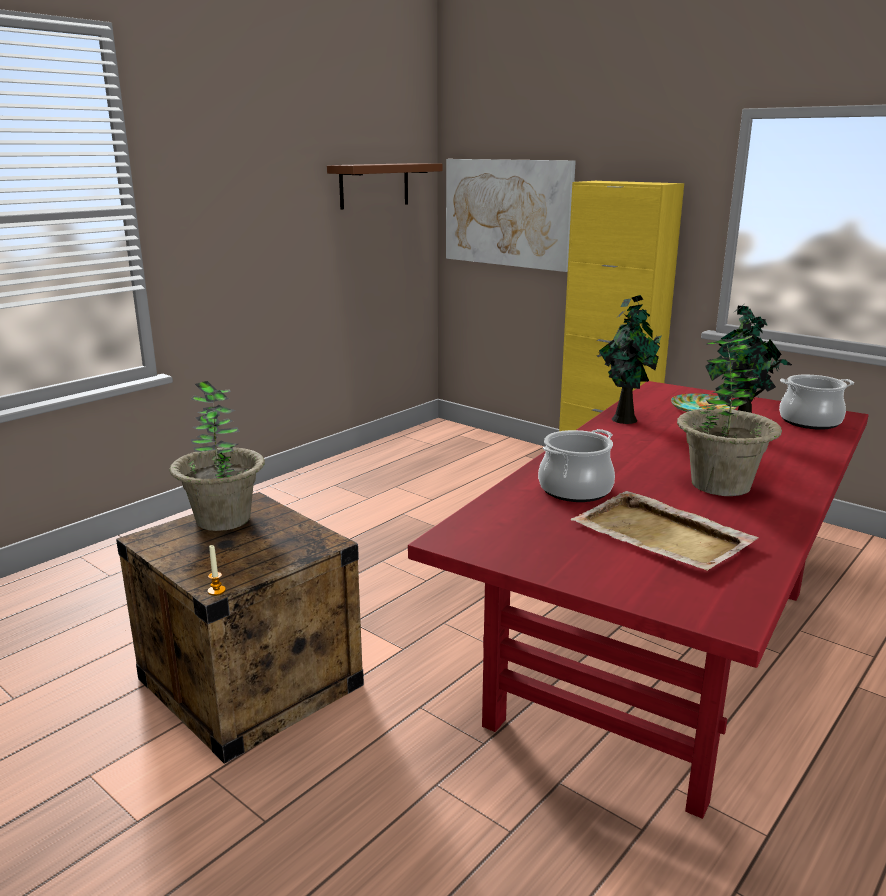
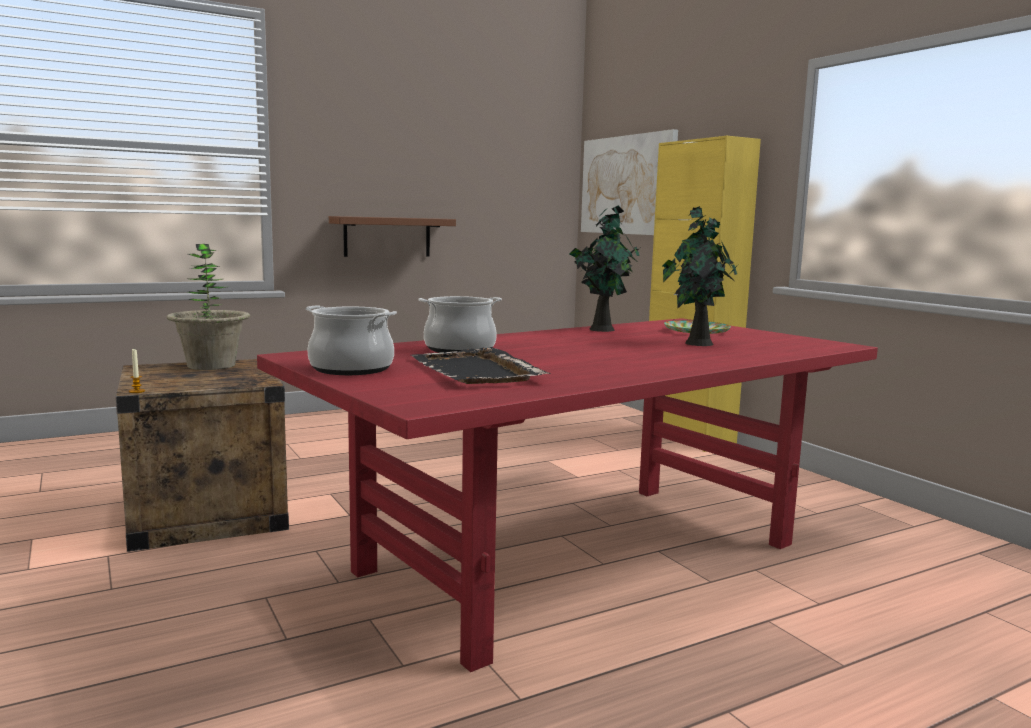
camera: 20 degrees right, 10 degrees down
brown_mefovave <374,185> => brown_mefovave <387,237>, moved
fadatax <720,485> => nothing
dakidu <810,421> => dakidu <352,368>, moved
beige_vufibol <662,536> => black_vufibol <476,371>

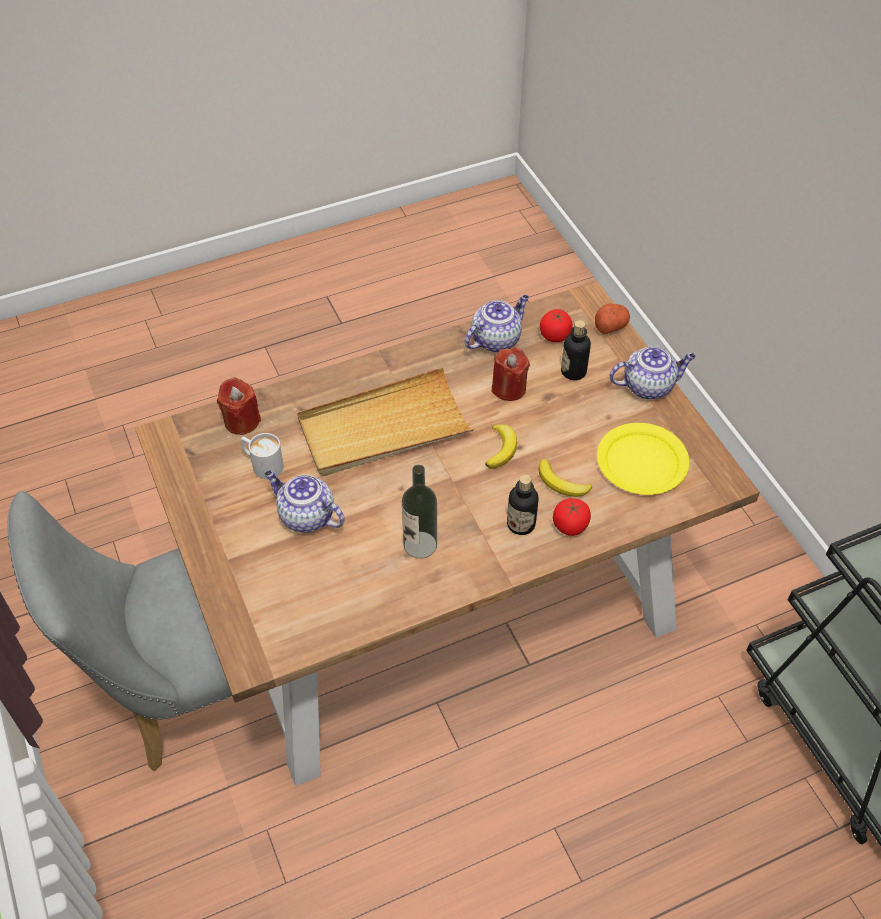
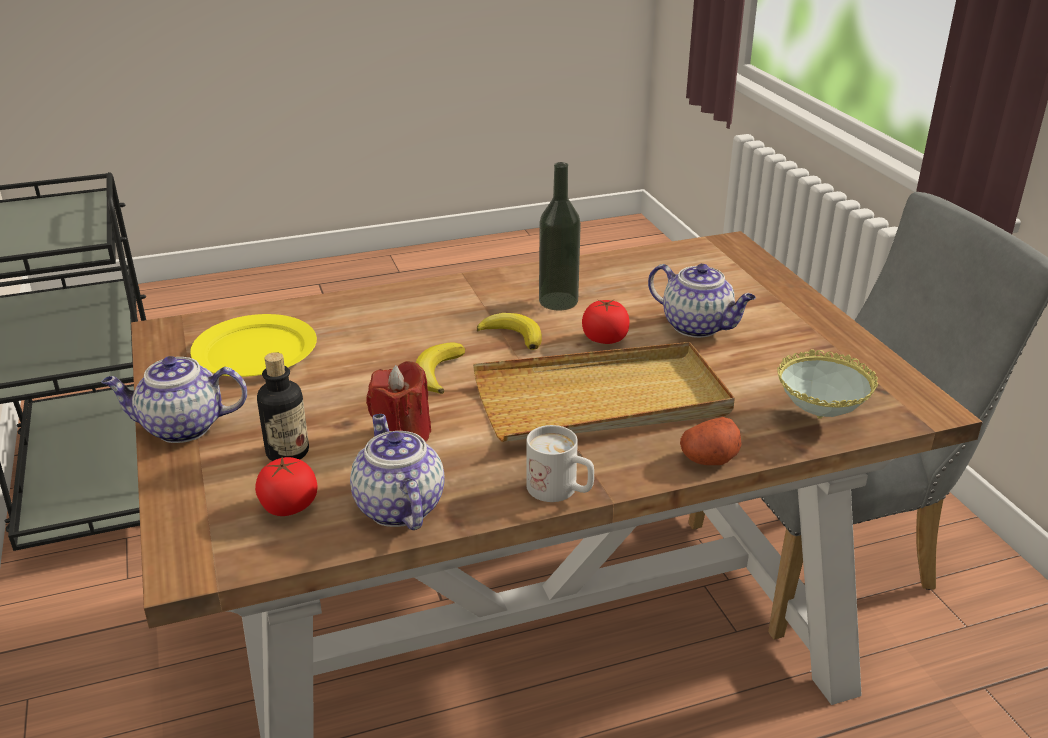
camera: 175 degrees left, 20 degrees down
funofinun <496,339> => funofinun <398,506>, 105 degrees clockwise
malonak <610,326> => malonak <709,459>, moved
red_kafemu <241,421> => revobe <819,418>
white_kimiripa <262,464> => white_kimiripa <561,491>, moved
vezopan <561,483> => vezopan <513,335>, moved
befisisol <521,524> => nothing
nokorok <570,526> => nokorok <604,339>, moved

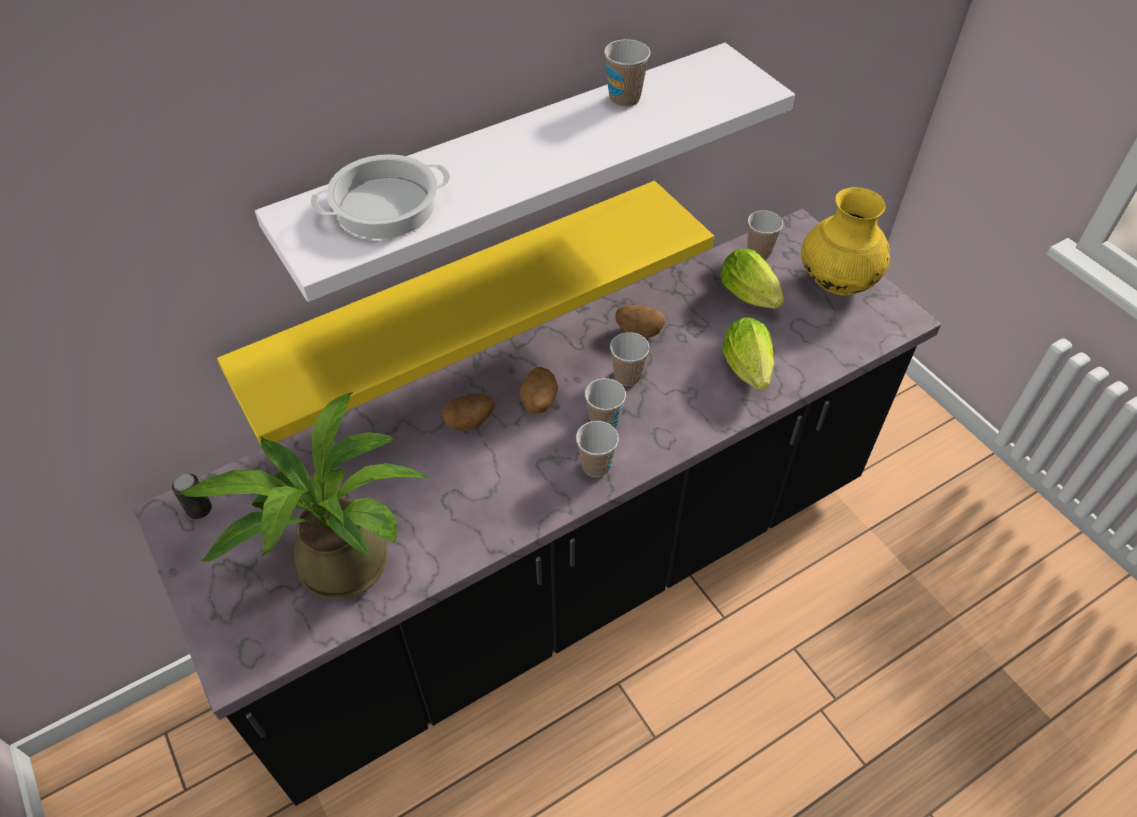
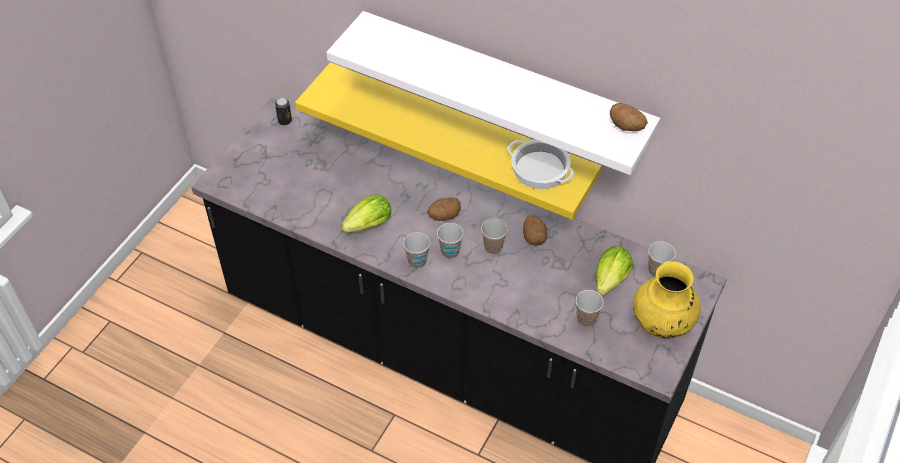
camera: 60 degrees right, 0 degrees up
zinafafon <624,99> => zinafafon <586,319>, moved
dakidu <386,205> => dakidu <540,169>, moved
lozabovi <748,372> => lozabovi <366,227>, moved
fadatax <333,560> => nothing
malonak <470,421> => malonak <627,126>, moved

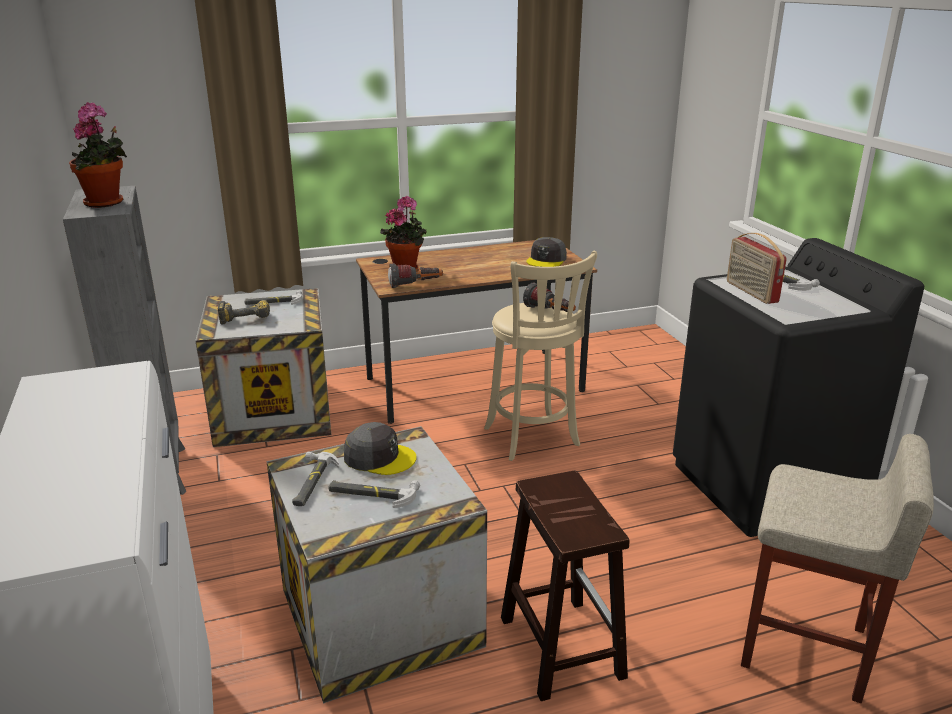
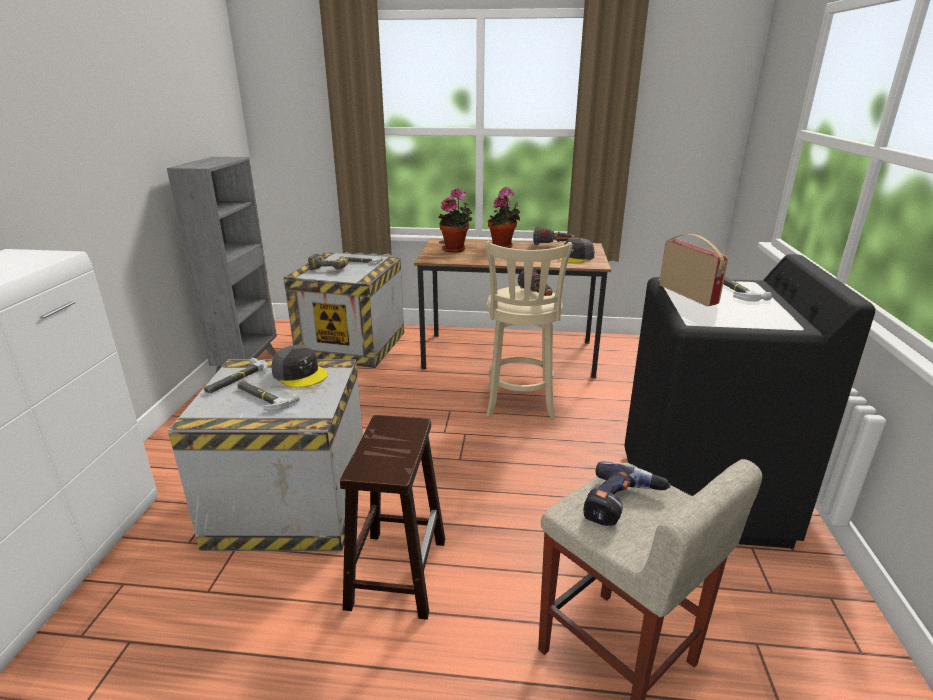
camera: 25 degrees right, 0 degrees up
fadatax <107,203> => fadatax <503,247>, moved
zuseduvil <750,292> => zuseduvil <688,294>, 150 degrees clockwise
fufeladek <416,286> => fufeladek <553,245>, moved
nothing => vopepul <622,505>

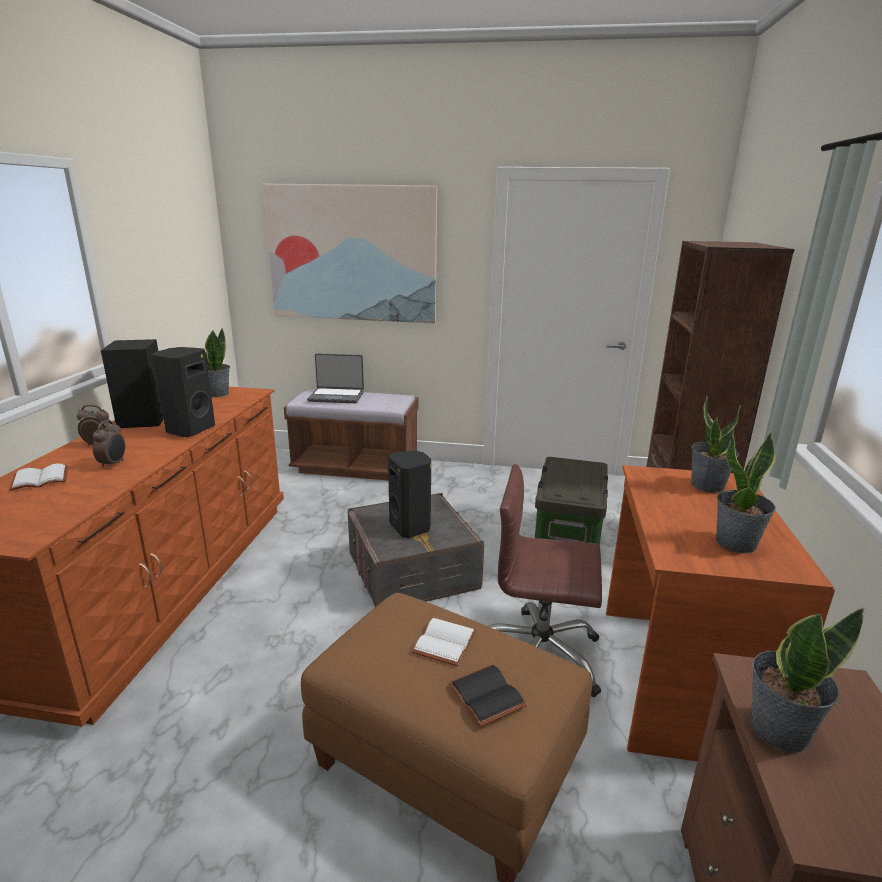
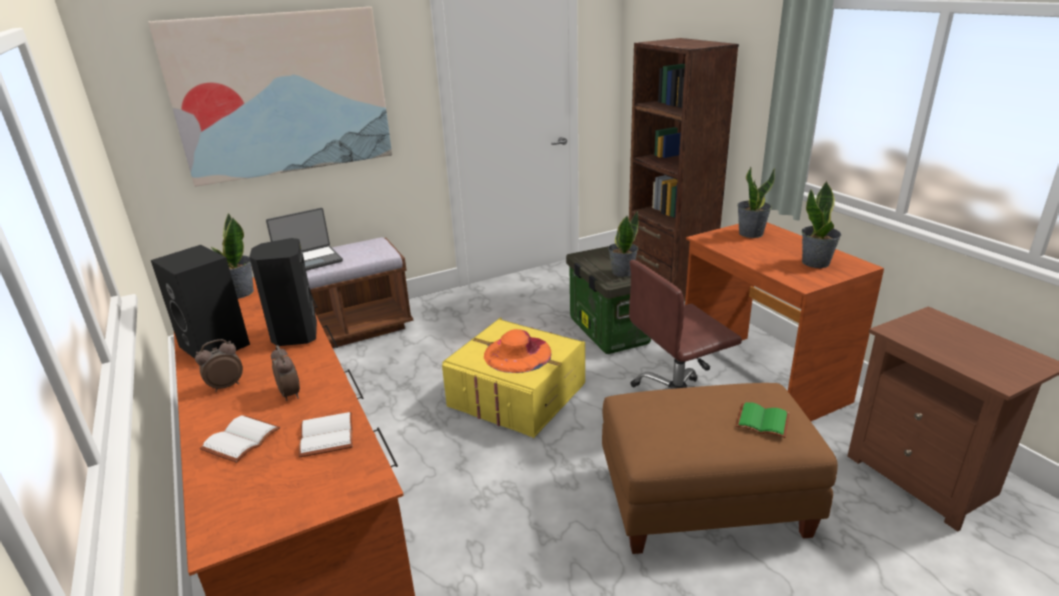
camera: 35 degrees left, 5 degrees up
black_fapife <411,527> => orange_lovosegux <517,353>
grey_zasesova <412,571> => yellow_zasesova <517,395>
fadatax <778,729> => fadatax <622,272>, moved
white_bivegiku <443,641> => white_bivegiku <325,435>, moved
black_bivegiku <489,696> => green_bivegiku <763,421>

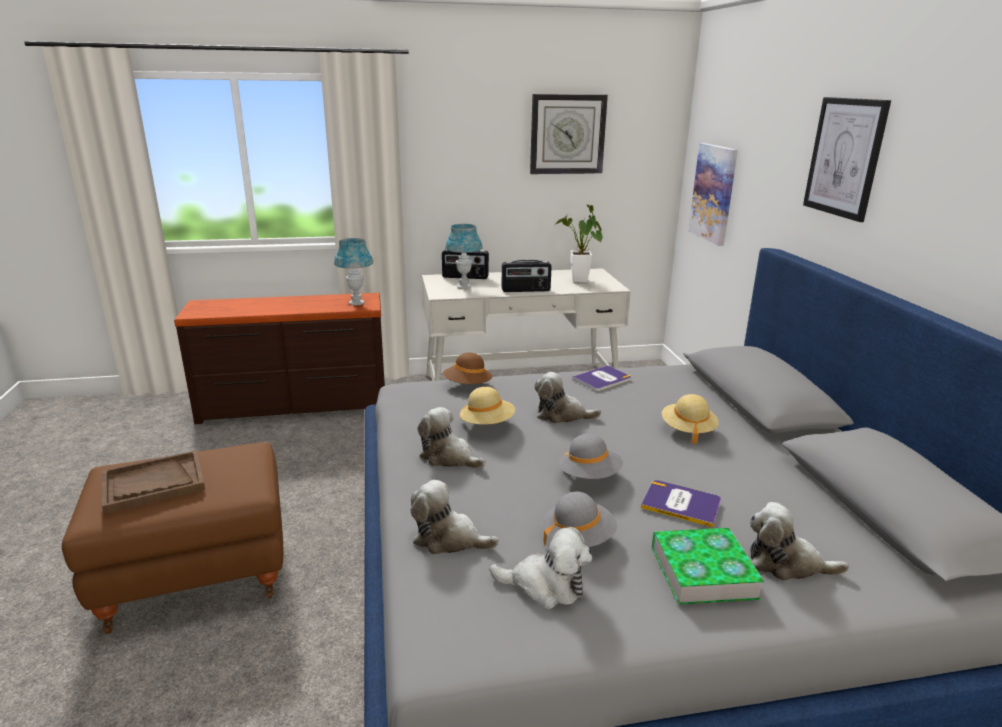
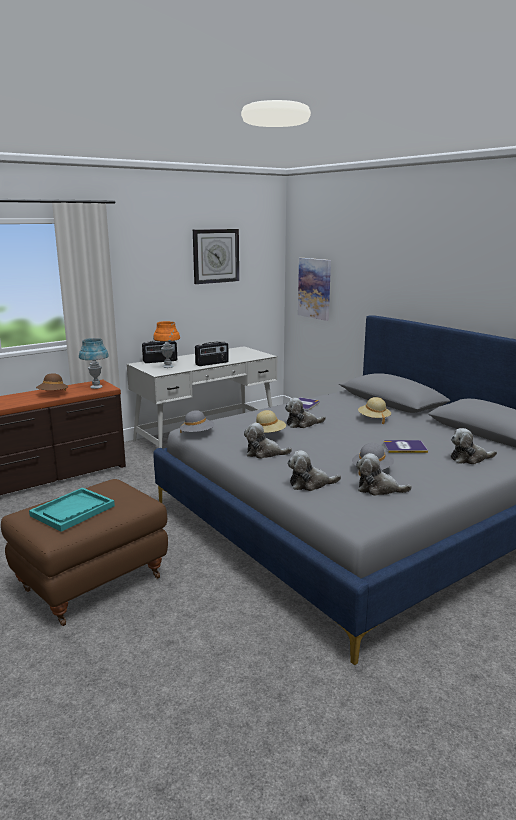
camera: 25 degrees left, 5 degrees down
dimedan <845,157> => nothing
fadatax <579,281> => nothing
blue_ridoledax <464,287> => orange_ridoledax <168,366>
brown_lovosegux <467,386> => brown_lovosegux <53,394>, moved
grey_lovosegux <589,476> => grey_lovosegux <197,434>, moved
brown_vufibol <153,484> => turquoise_vufibol <72,511>
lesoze <545,586> => lesoze <378,489>, 150 degrees counterclockwise
bivegiku <703,572> => nothing

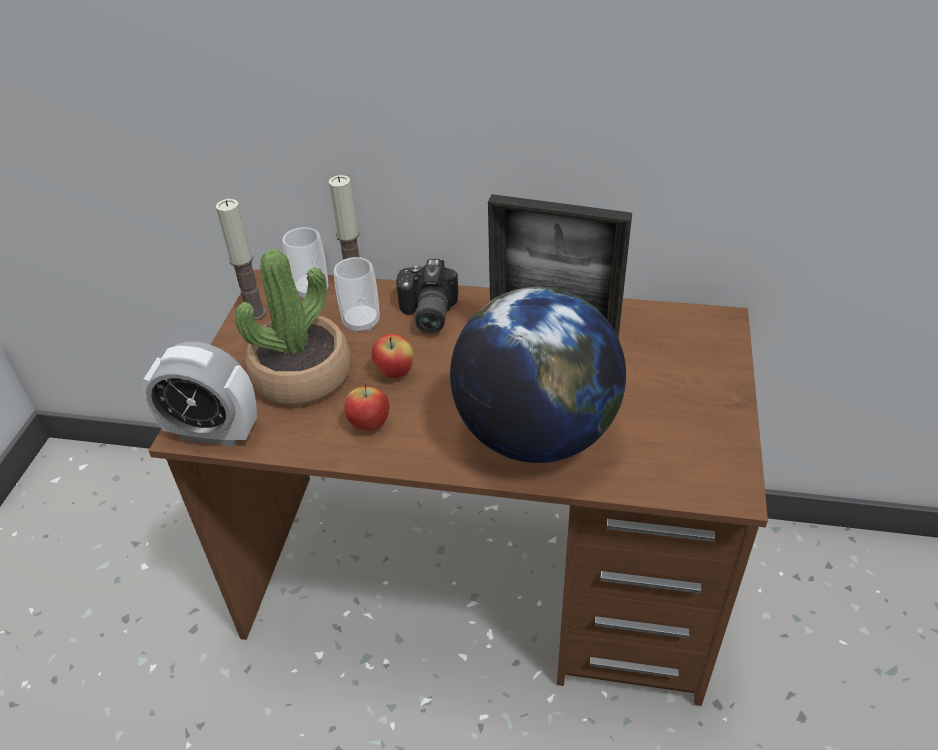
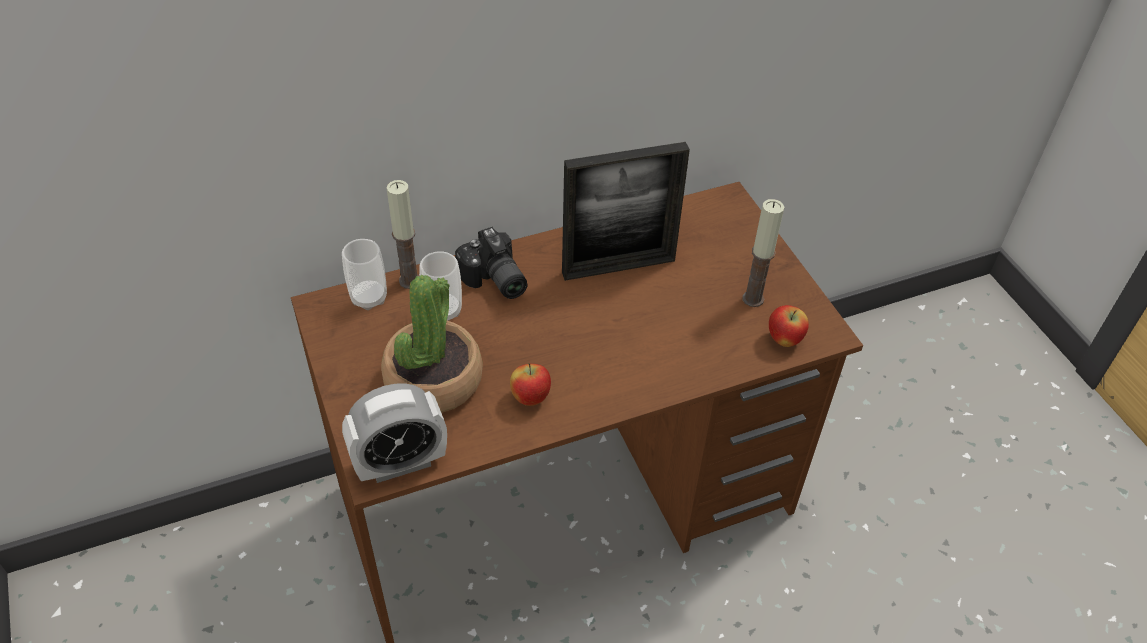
camera: 35 degrees left, 5 degrees up
kafemu <255,313> => kafemu <753,299>, moved
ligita <535,434> => nothing
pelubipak <395,373> => pelubipak <784,340>, moved

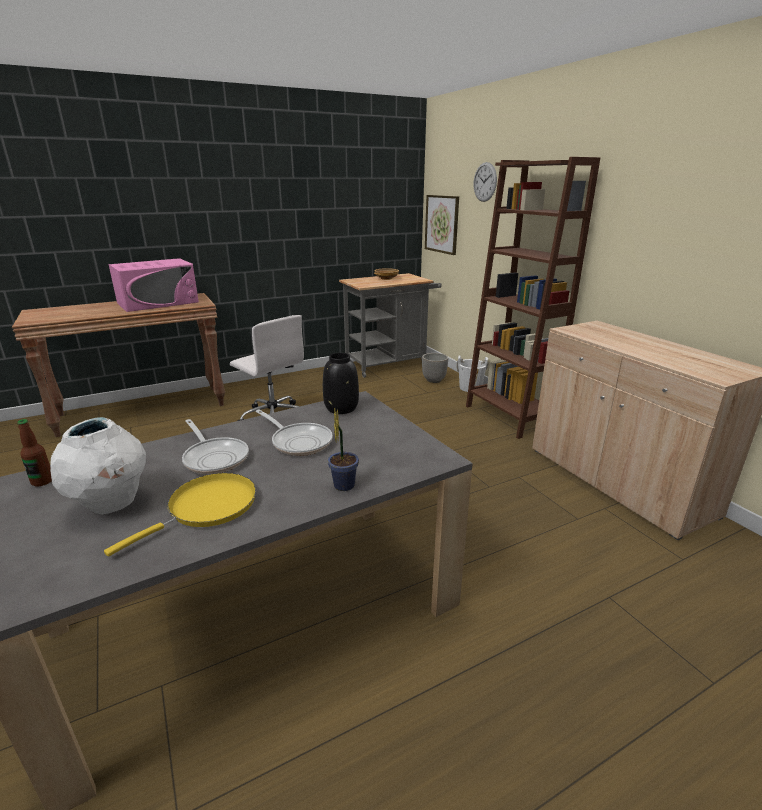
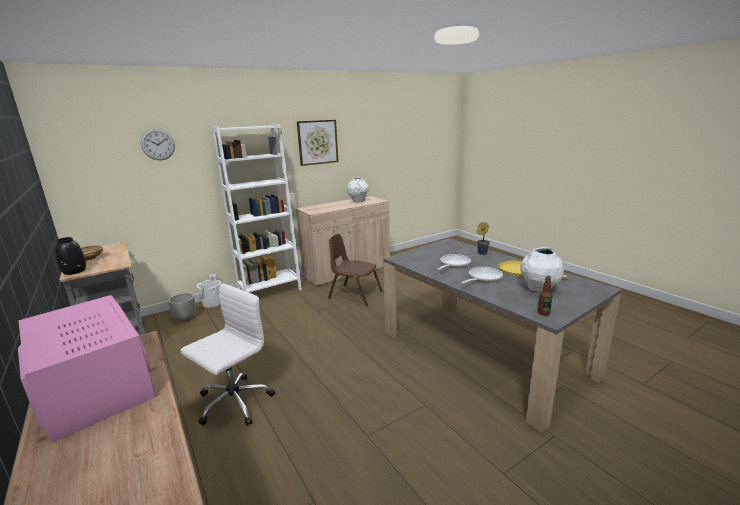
camera: 95 degrees left, 5 degrees down
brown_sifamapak <508,416> => white_sifamapak <269,291>
dimedan <442,224> => dimedan <317,142>, moved
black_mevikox <342,408> => black_mevikox <74,271>, moved
nothing => white_mevikox <358,201>
nothing => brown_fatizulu <355,294>

